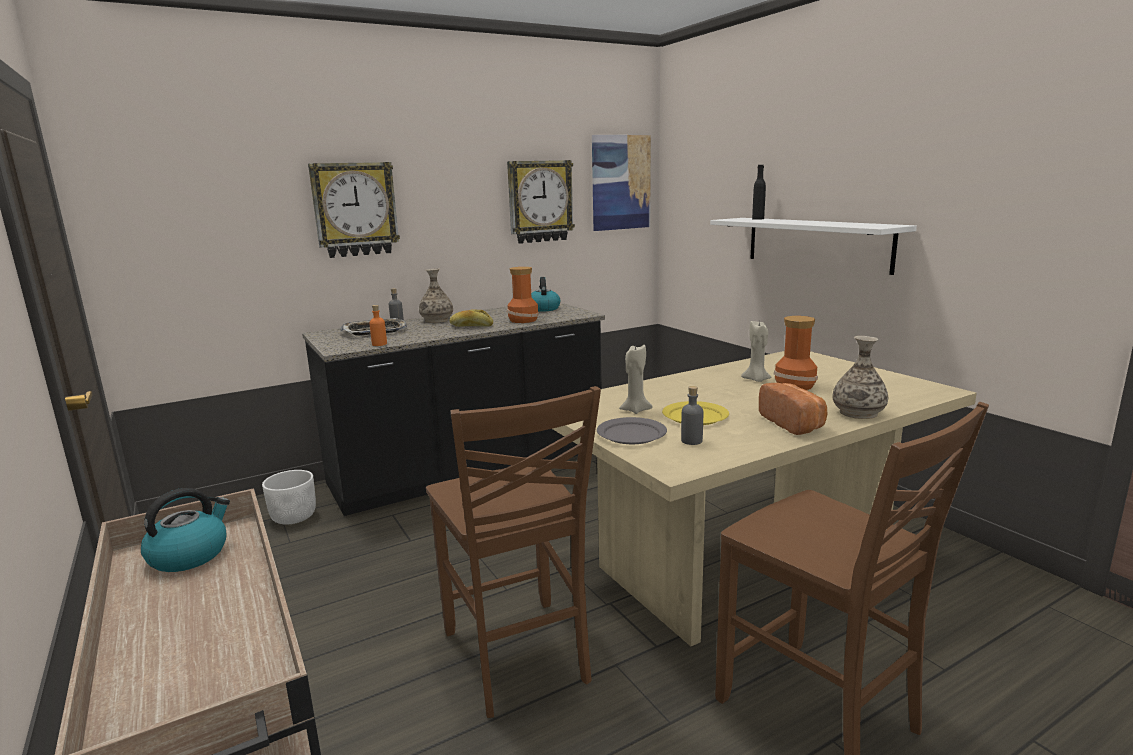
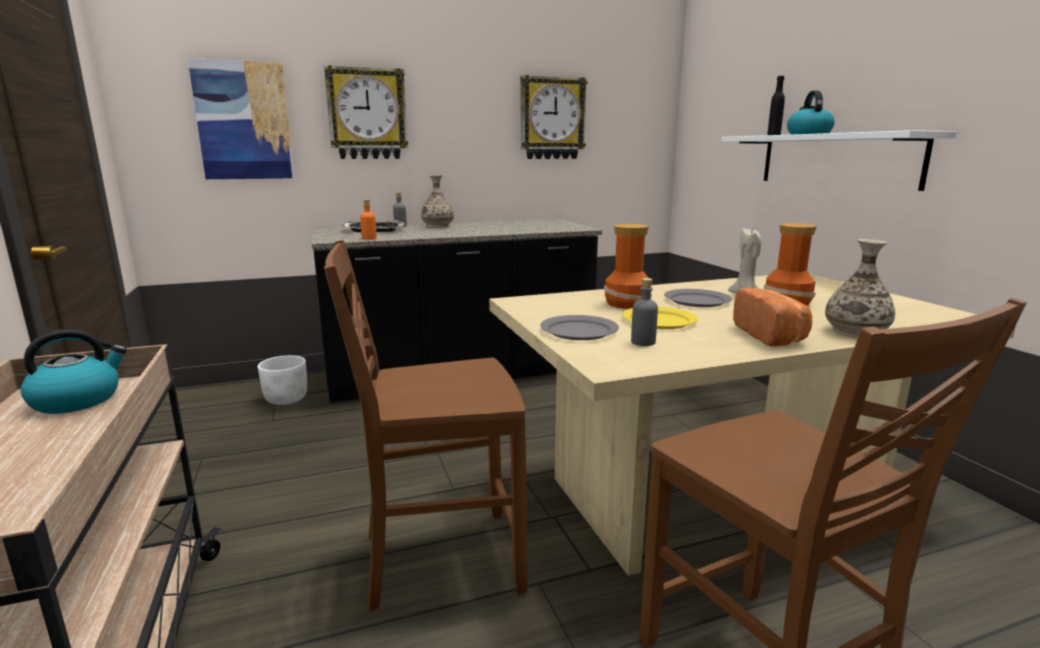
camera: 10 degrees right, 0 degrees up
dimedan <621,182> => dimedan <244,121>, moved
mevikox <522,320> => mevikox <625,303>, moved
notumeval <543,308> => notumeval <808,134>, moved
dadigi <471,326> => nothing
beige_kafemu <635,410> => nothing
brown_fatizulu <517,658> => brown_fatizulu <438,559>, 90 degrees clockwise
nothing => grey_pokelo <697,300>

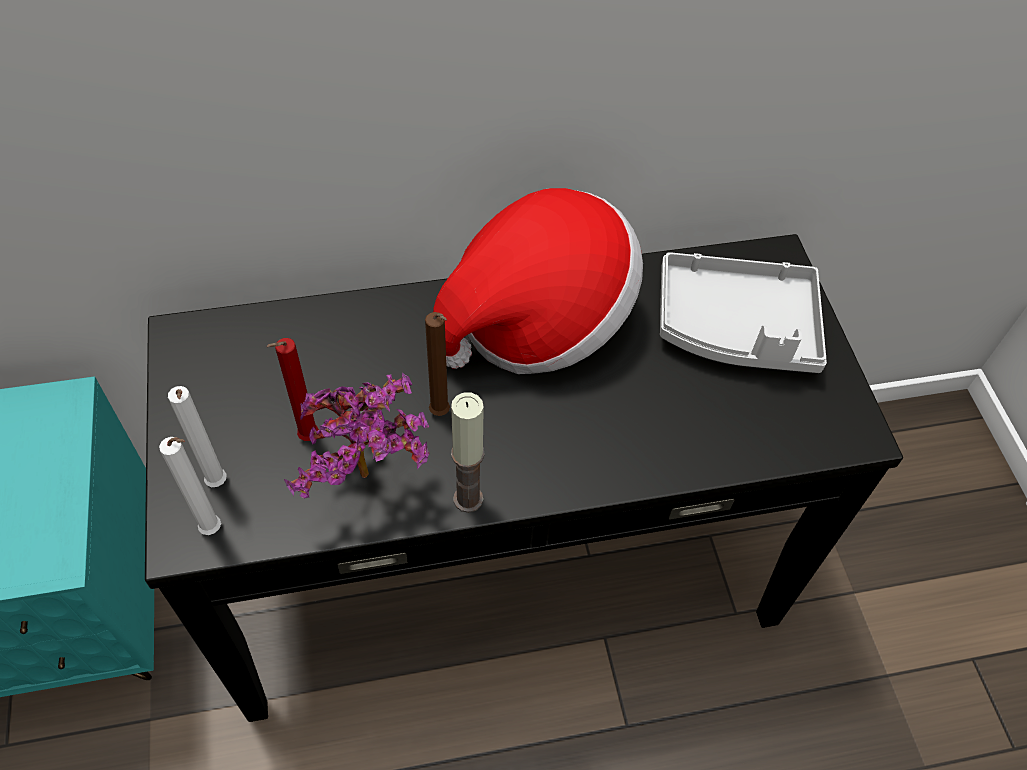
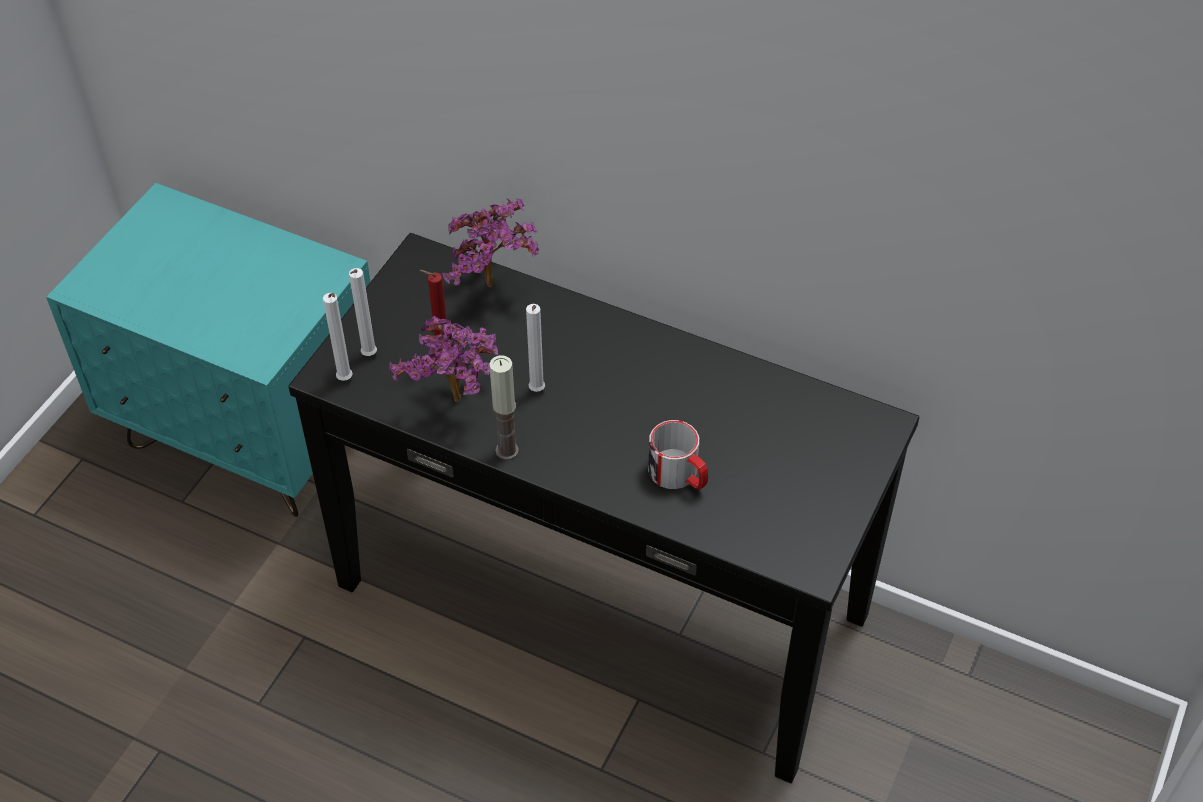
camera: 40 degrees right, 5 degrees down
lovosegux <537,319> => nothing
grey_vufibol <736,327> => nothing
brown_kafemu <441,414> => white_kafemu <536,392>
nothing => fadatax <495,289>
nothing => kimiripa <679,475>

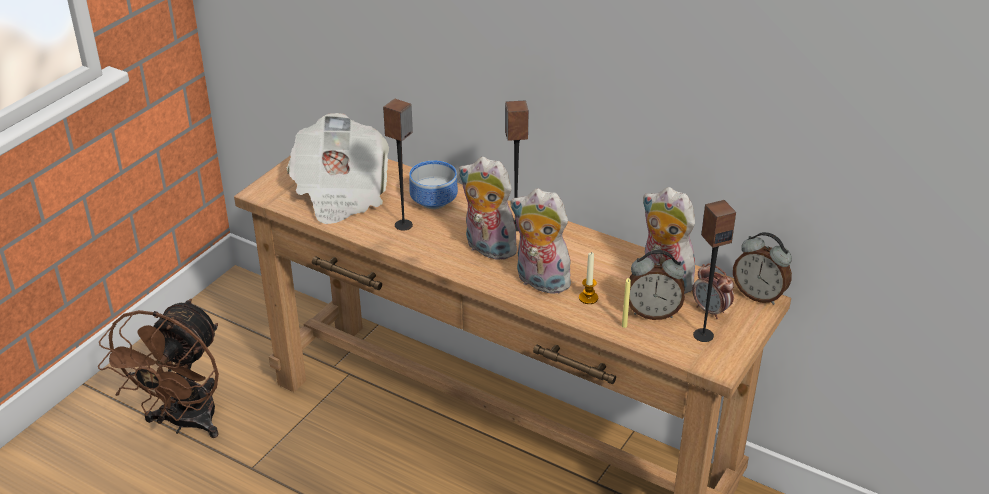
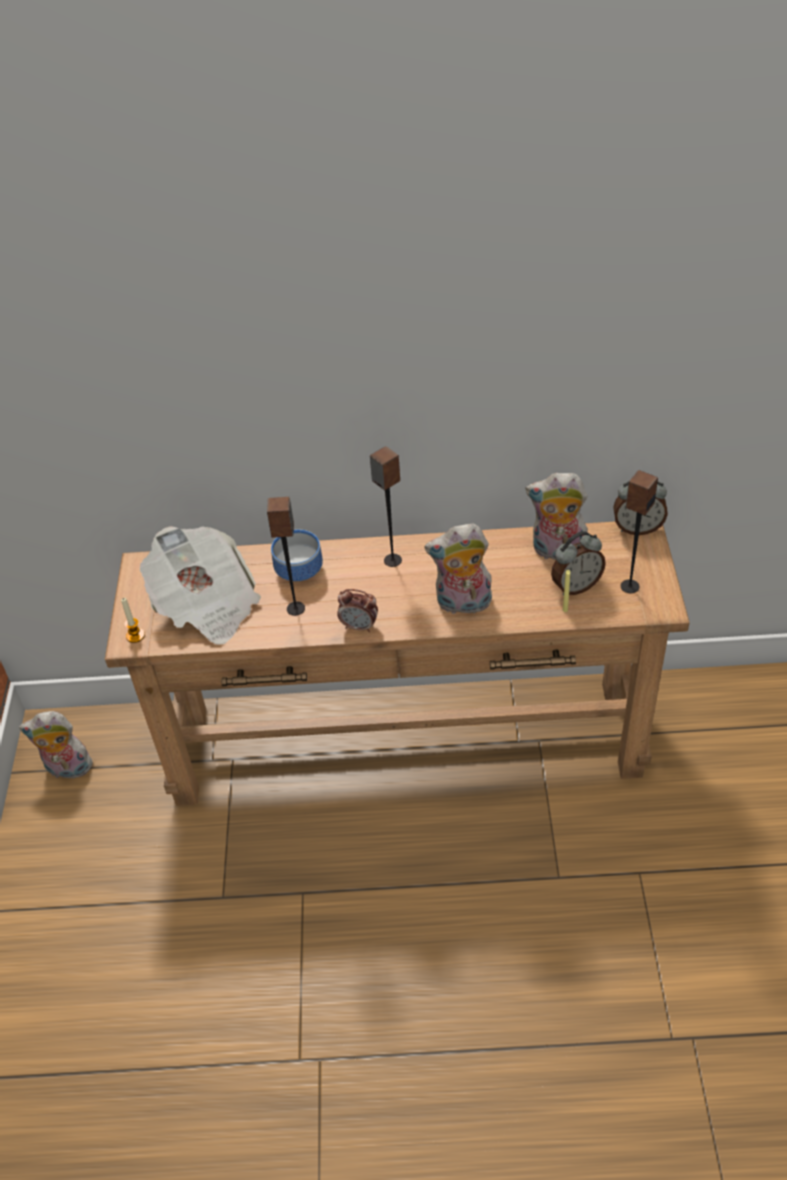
camera: 30 degrees left, 10 degrees up
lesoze <487,248> => lesoze <67,769>, moved
kafemu <588,298> => kafemu <135,635>, moved
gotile <710,311> => gotile <359,626>, moved
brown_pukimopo <184,423> => nothing

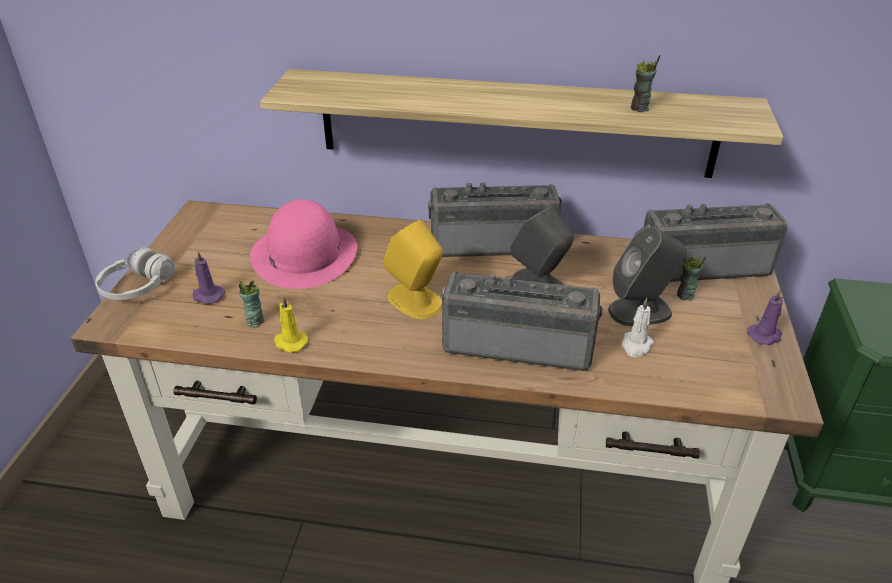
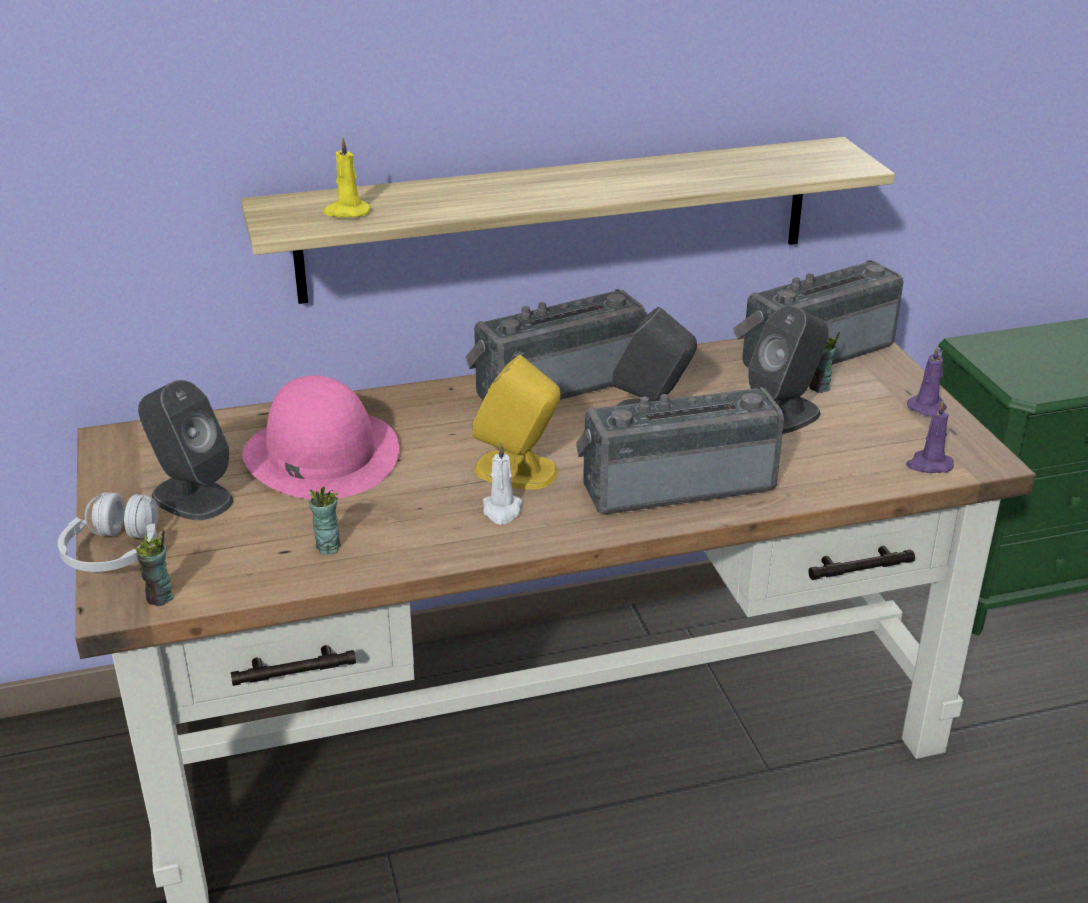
camera: 25 degrees left, 5 degrees down
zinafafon <639,108> => zinafafon <160,598>, moved
purple_kafemu <207,296> => purple_kafemu <929,465>, moved
yellow_kafemu <290,342> => yellow_kafemu <346,212>, moved
white_kafemu <636,346> => white_kafemu <502,511>, moved
nothing => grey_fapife <191,497>

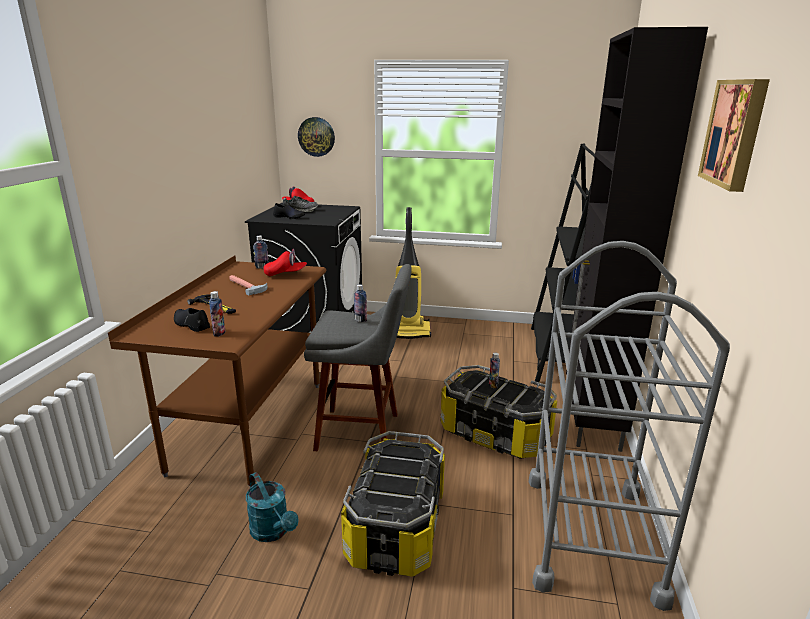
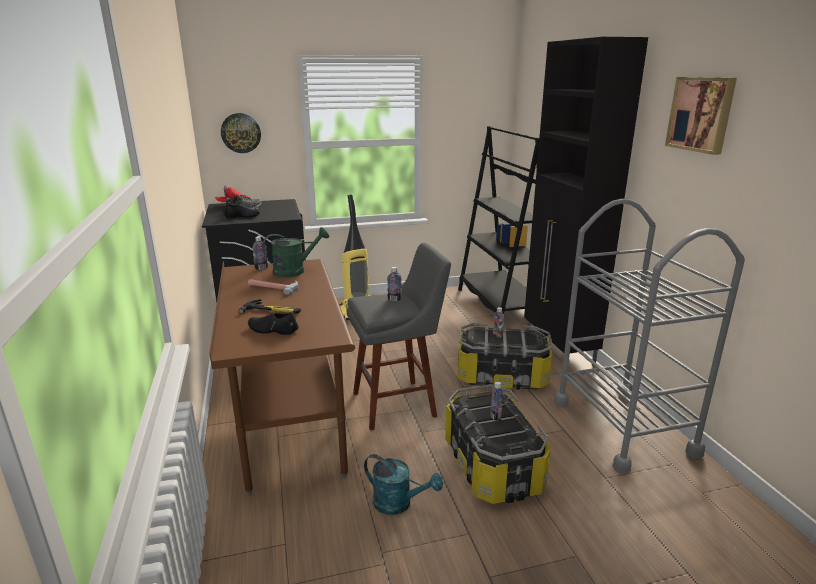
camera: 25 degrees left, 0 degrees up
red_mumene <286,274> => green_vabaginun <295,271>
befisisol <219,333> => befisisol <495,417>, moved

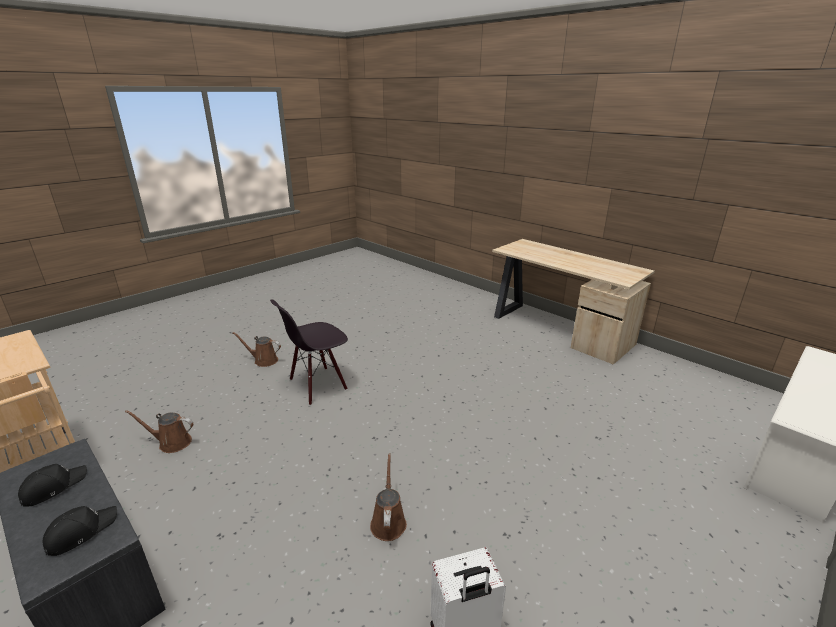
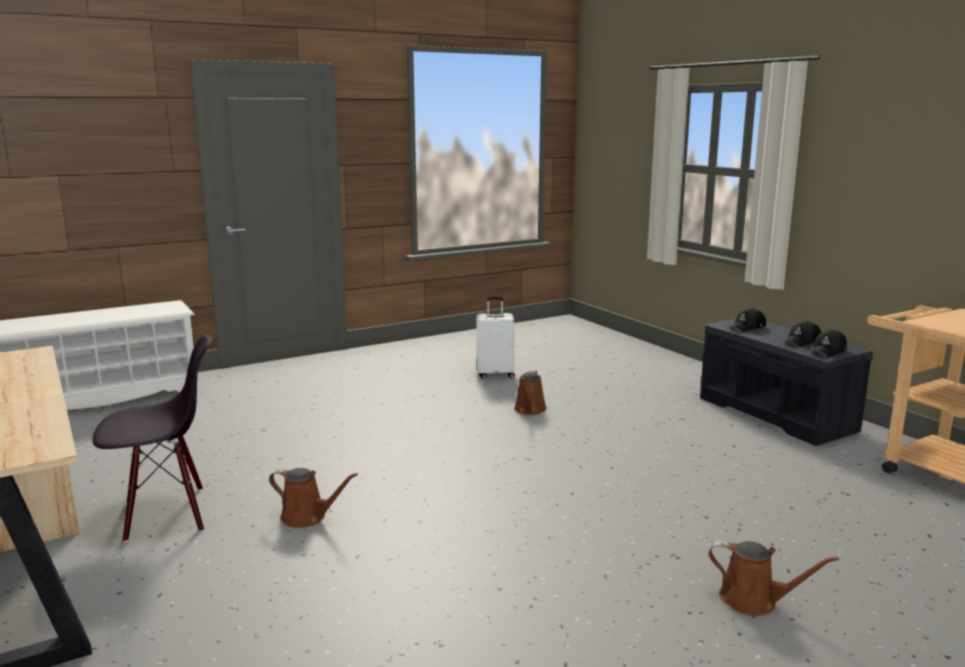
camera: 165 degrees left, 10 degrees down
black_fatizulu <317,385> => black_fatizulu <166,514>, moved
brown_vabaginun <172,443> => brown_vabaginun <307,517>, moved
nothing => black_mumene <829,351>

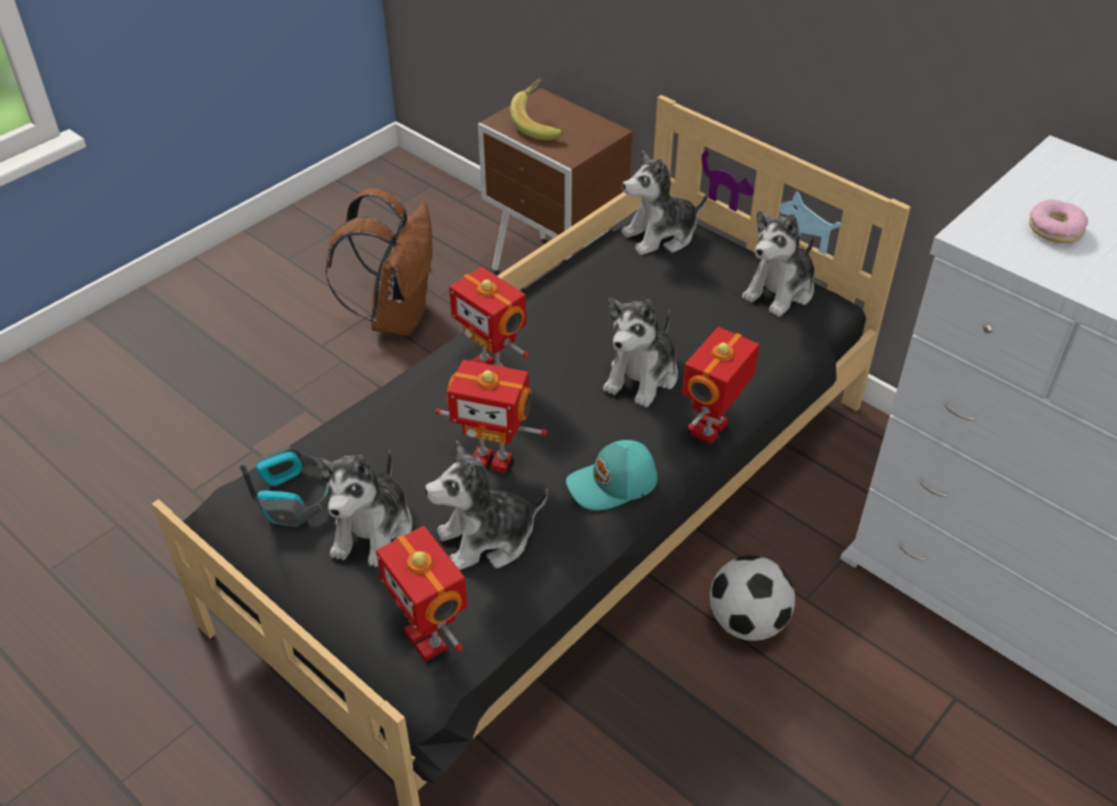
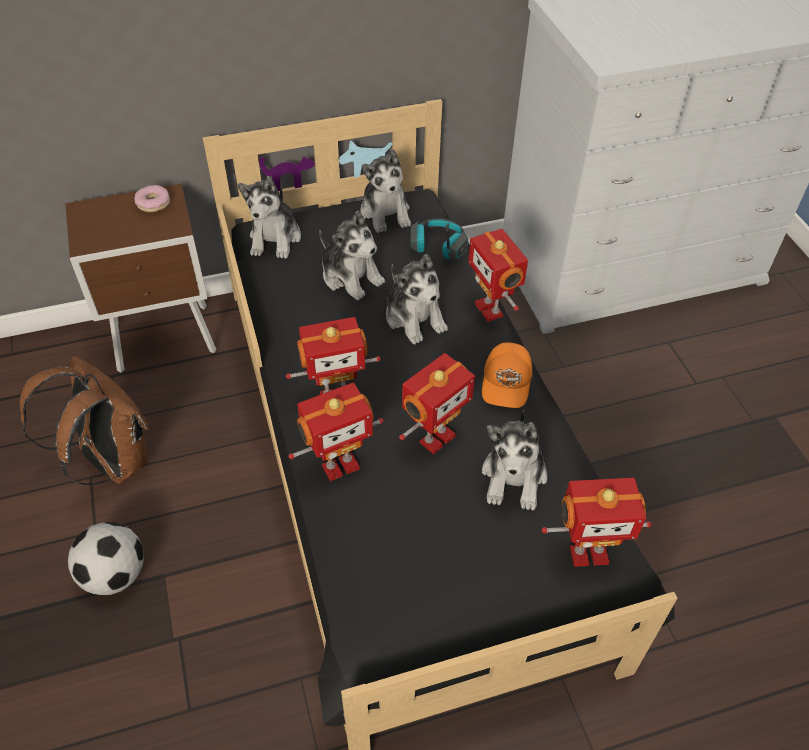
camera: 60 degrees left, 5 degrees up
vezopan <541,124> => nothing
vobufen <1055,229> => vobufen <153,203>, moved
turquoise_mumene <613,484> => orange_mumene <507,382>
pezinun <295,496> => pezinun <438,246>, moved
lesoze <373,530> => lesoze <351,277>, moved
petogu <747,622> => petogu <115,574>, moved
nothing => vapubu <339,465>

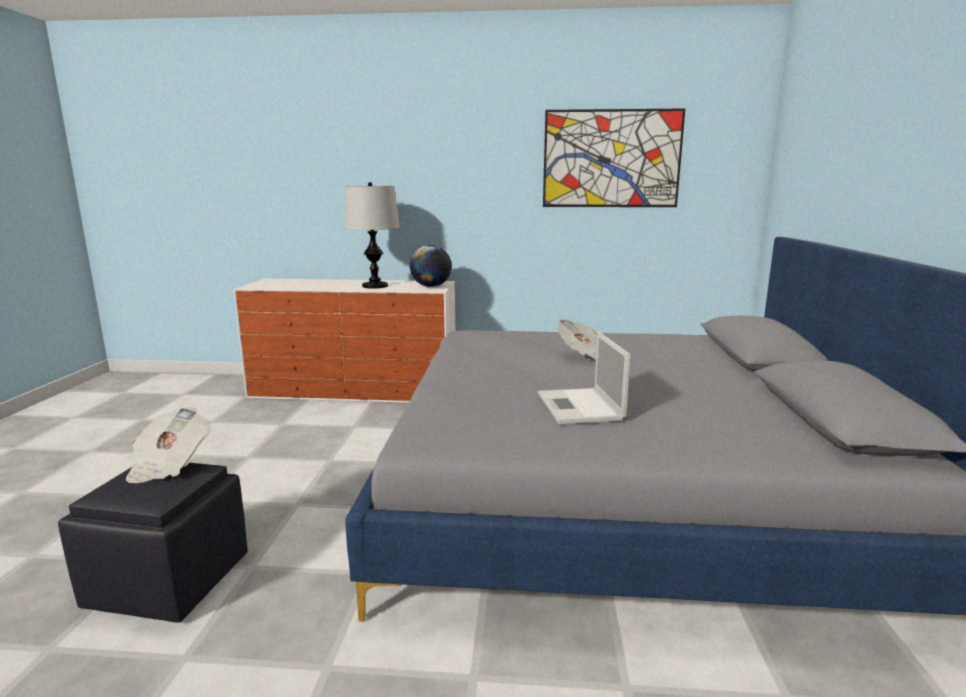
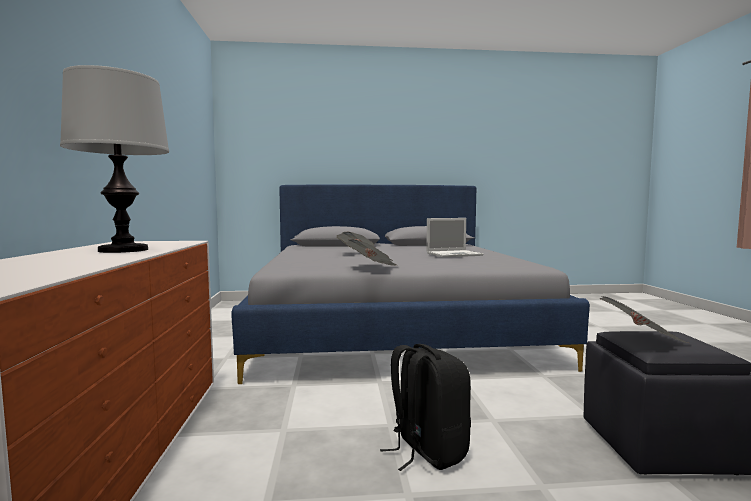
camera: 100 degrees left, 10 degrees down
dimedan <611,159> => nothing
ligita <431,286> => nothing
nothing => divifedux <372,267>
nothing => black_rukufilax <426,451>

